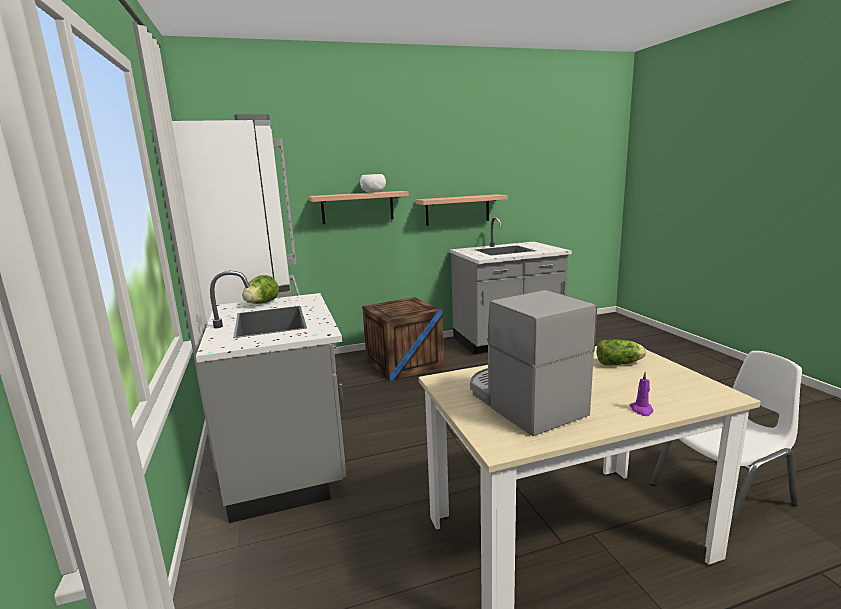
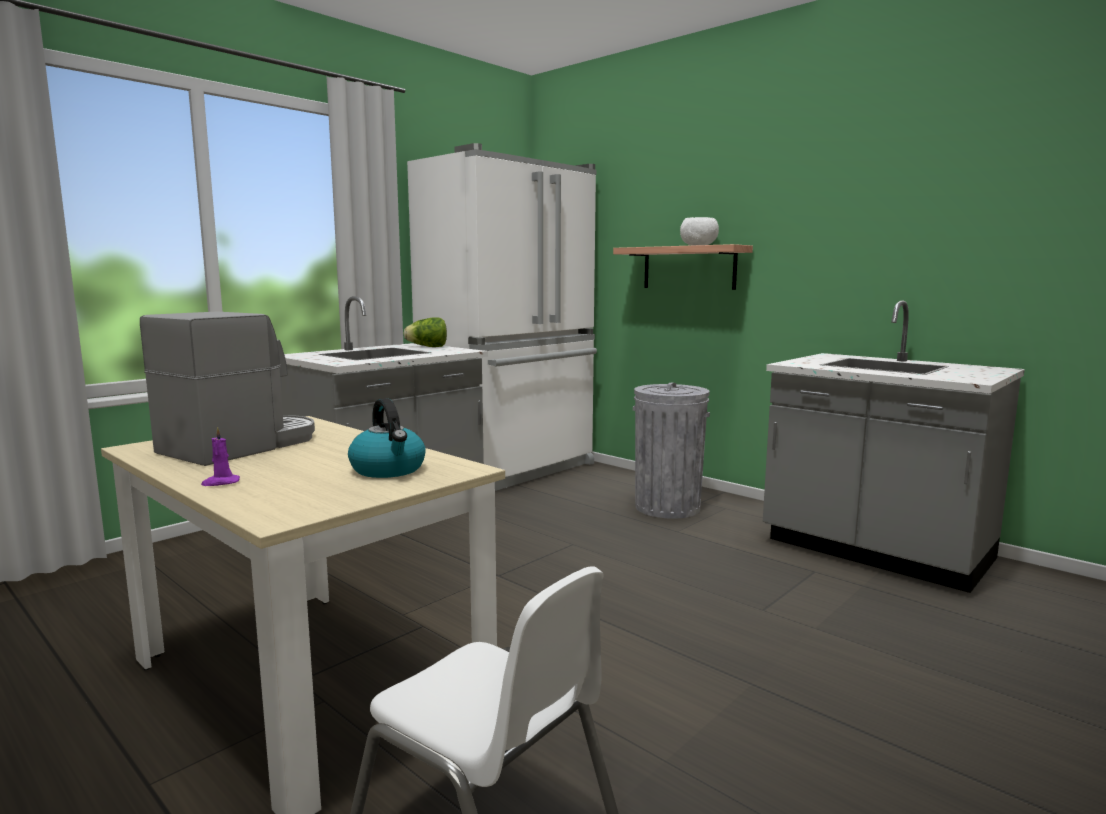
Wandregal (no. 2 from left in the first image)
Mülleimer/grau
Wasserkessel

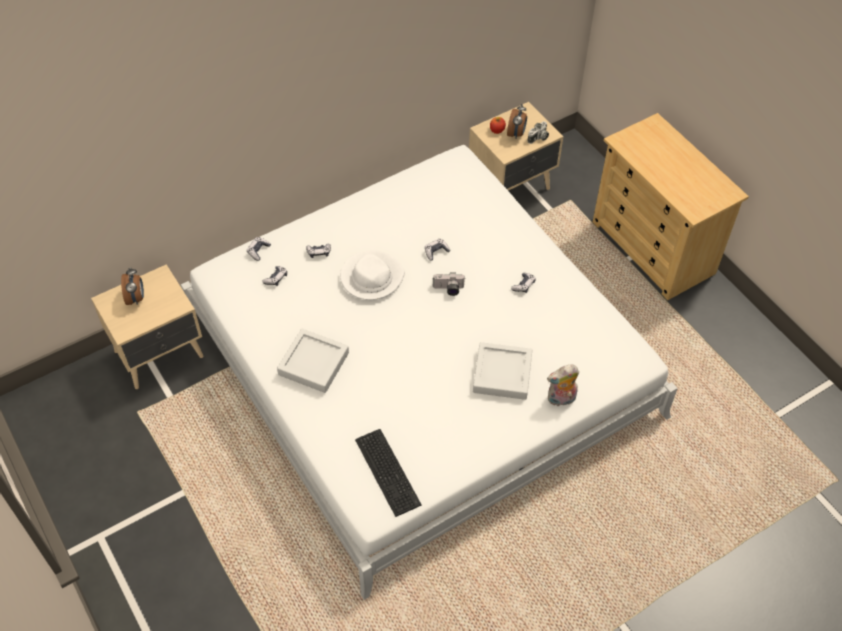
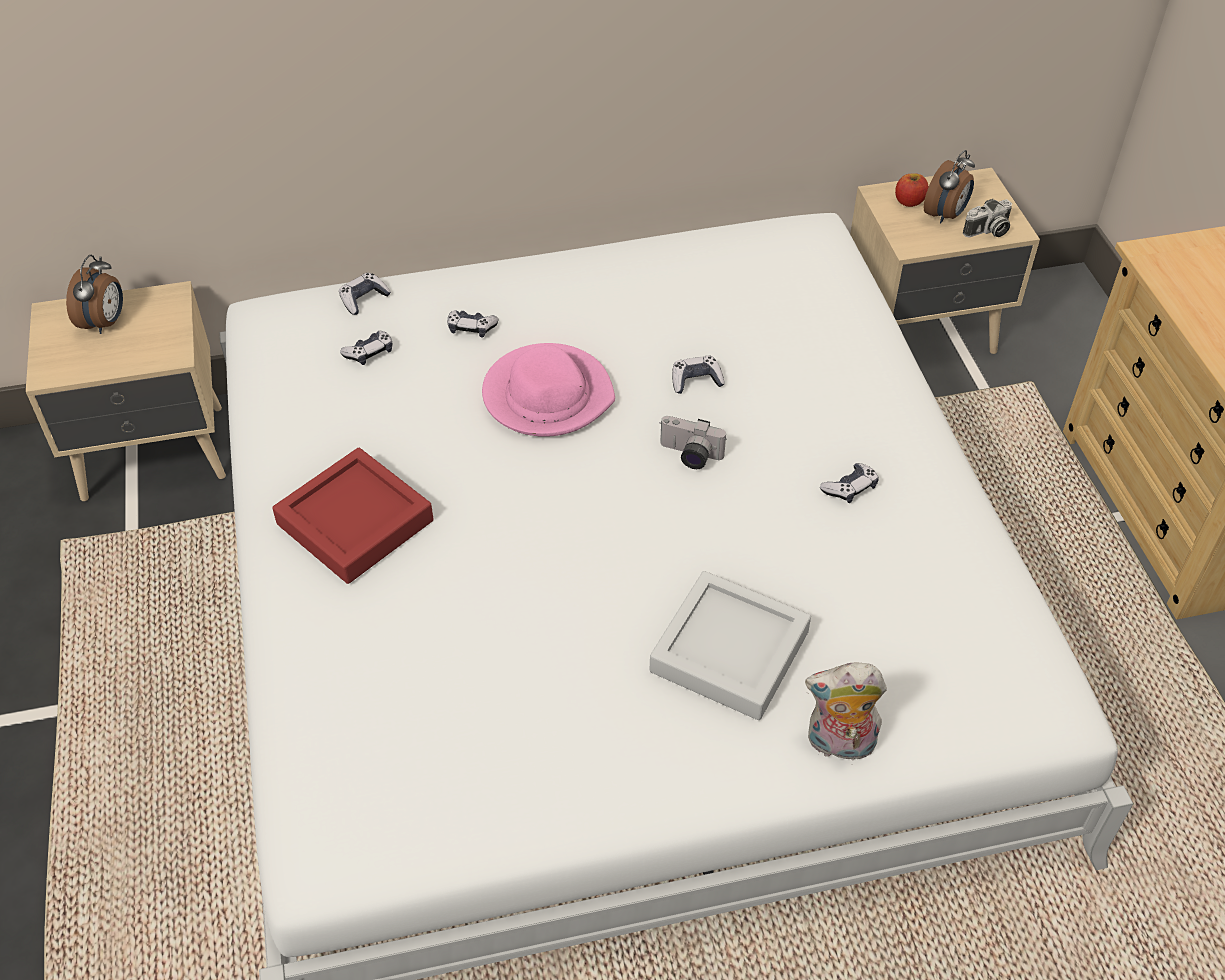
Tastatur
Tablett/rot
Hut/rosa

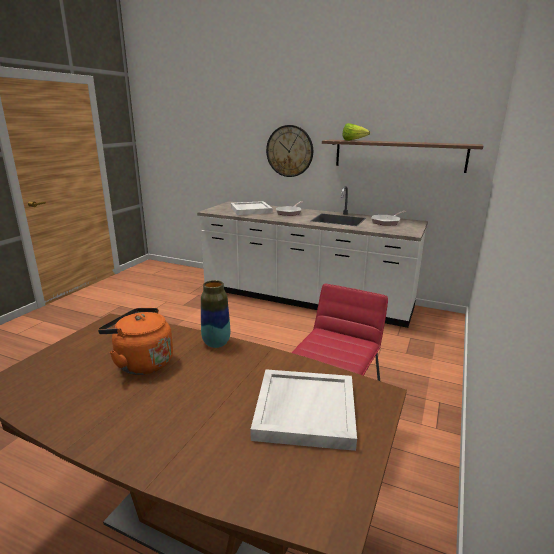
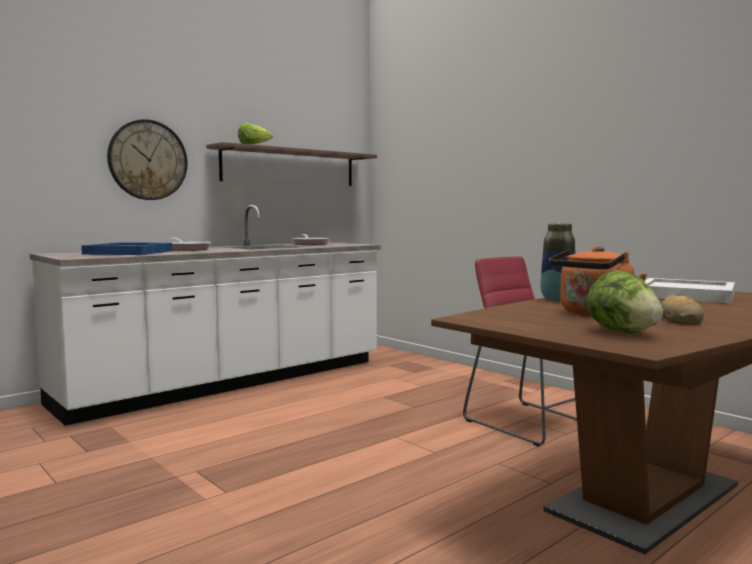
Salatkopf (no. 2 from left)
Brot
Tablett/blau

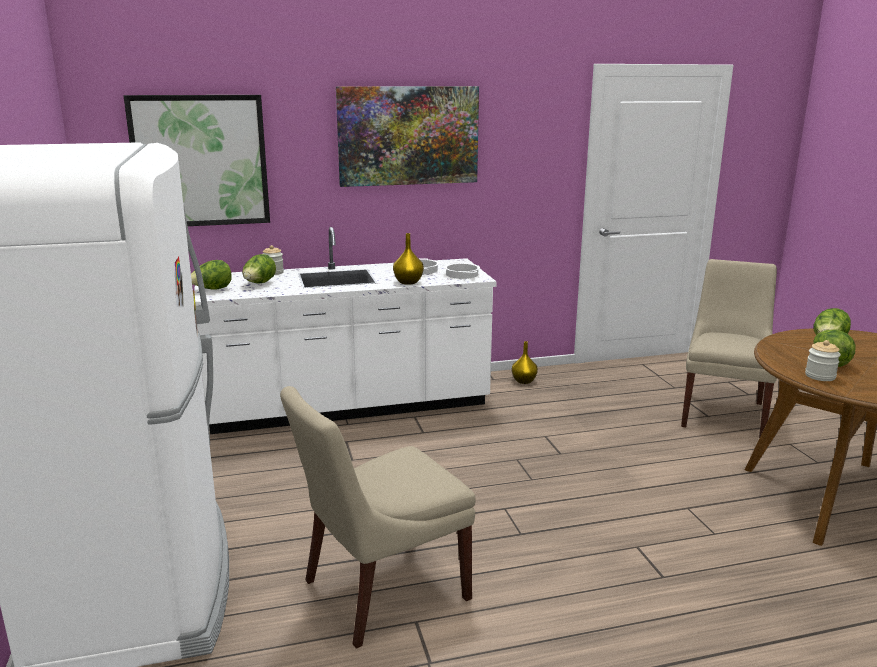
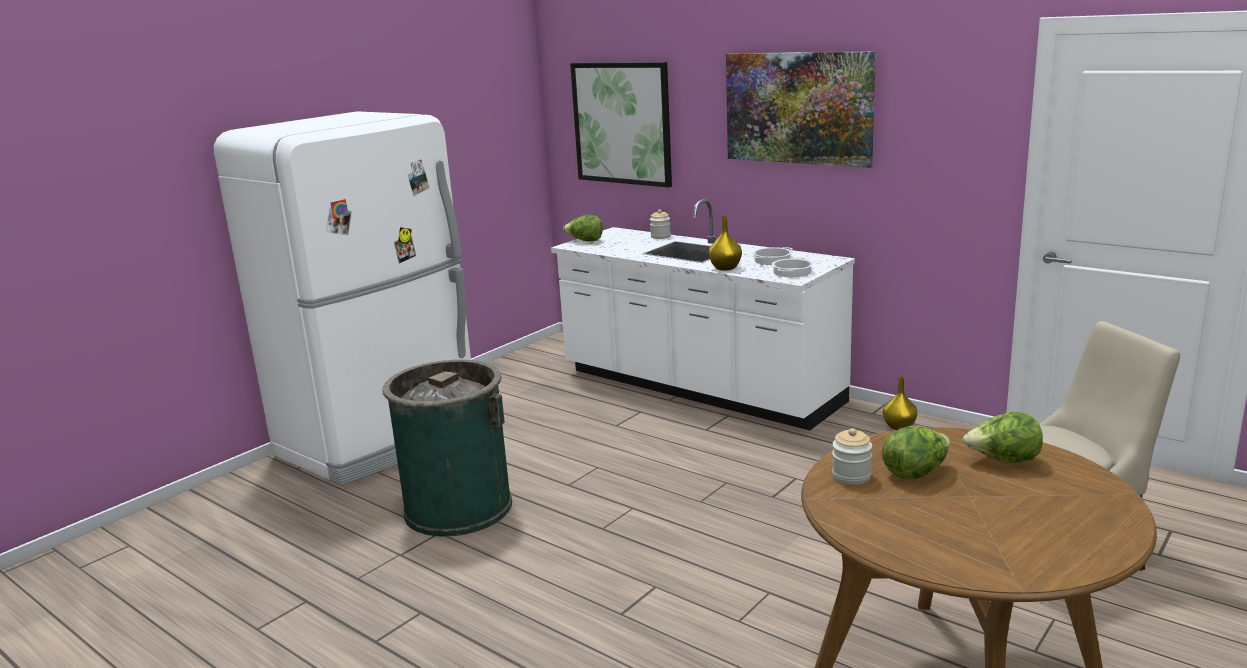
Salatkopf (no. 2 from left in the first image)
Mülleimer/grün

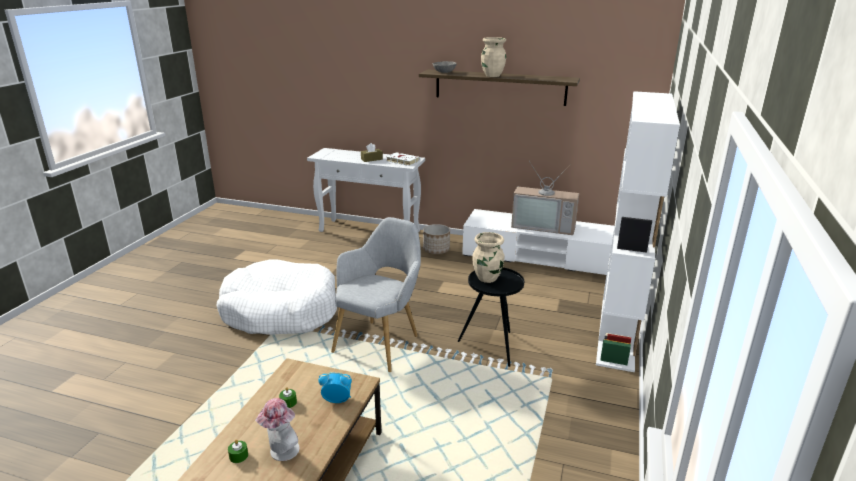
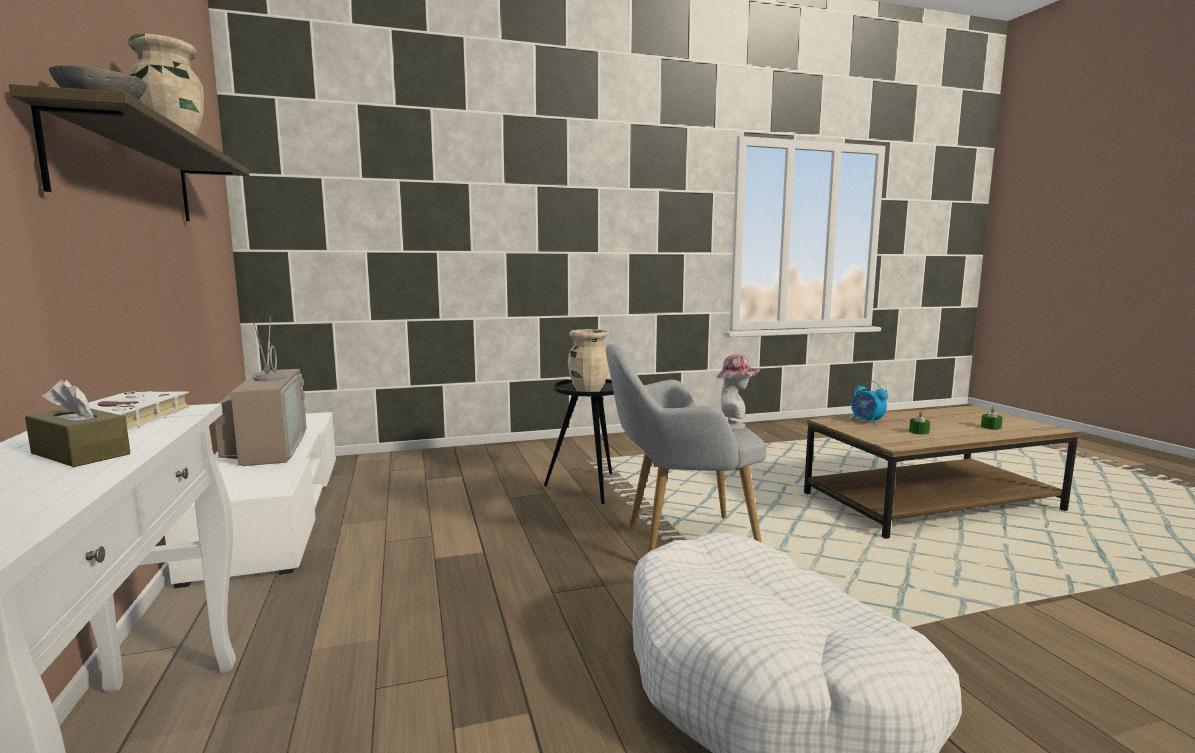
Pflanzkübel
Bücherregal/weiß
Hut

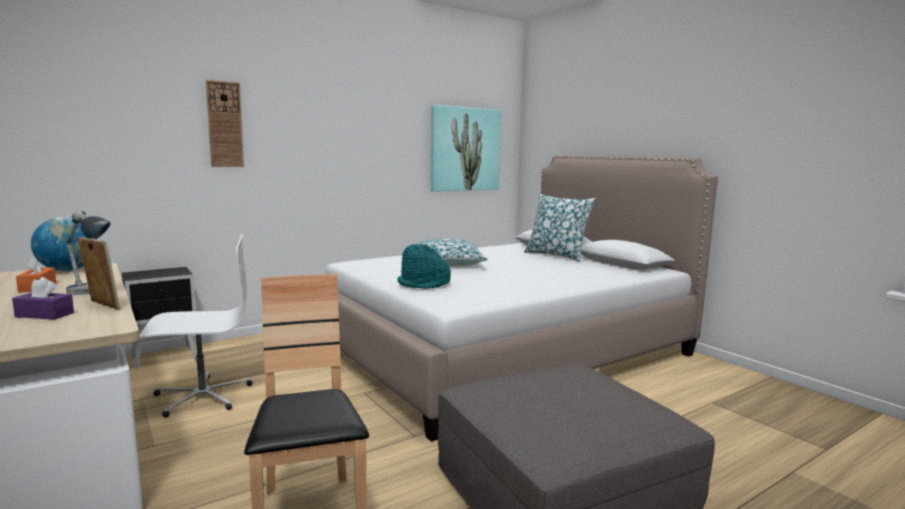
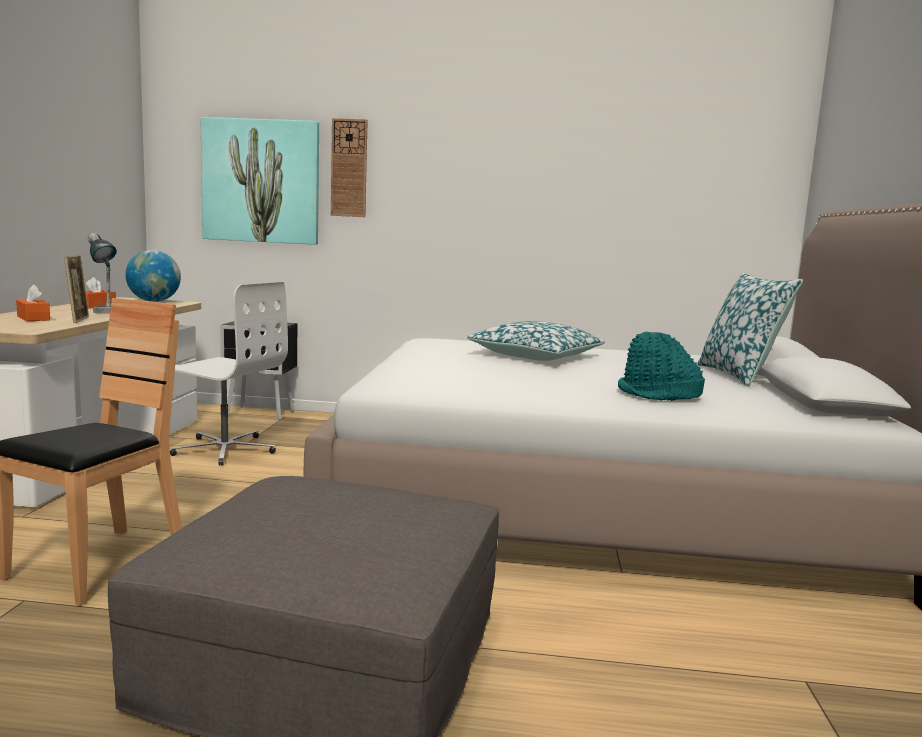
Hut/türkis
Bild
Taschentuchbox/orange (no. 1 from left)

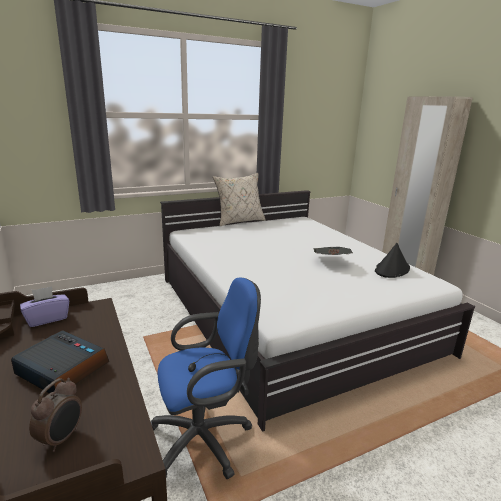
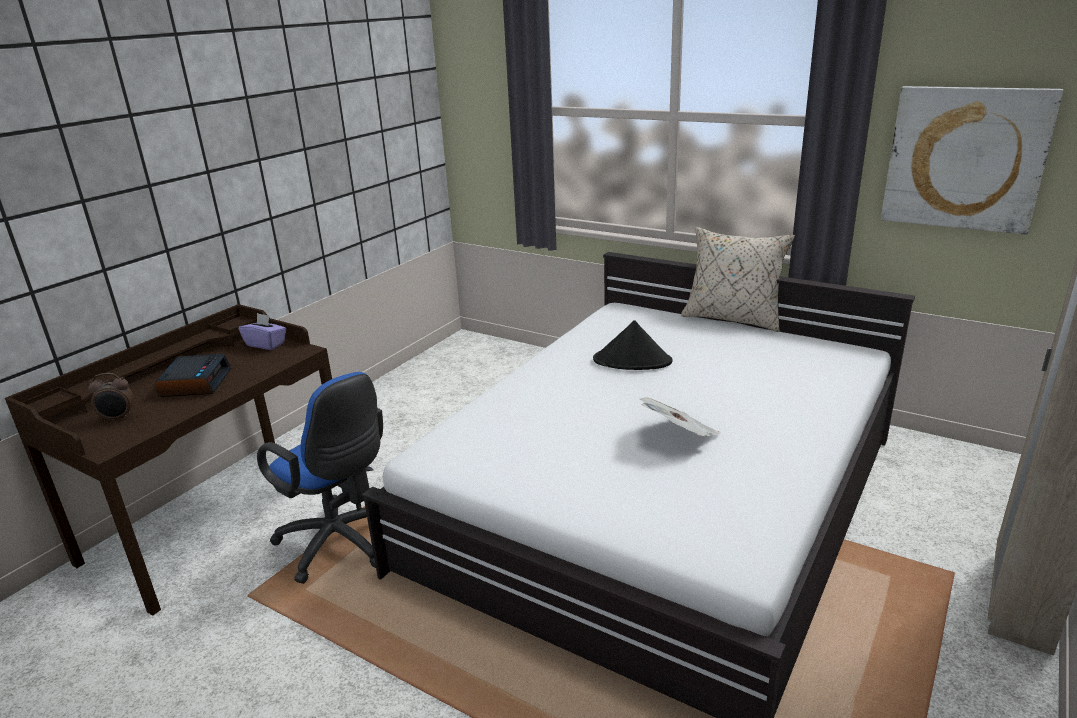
Bild
Hut/schwarz

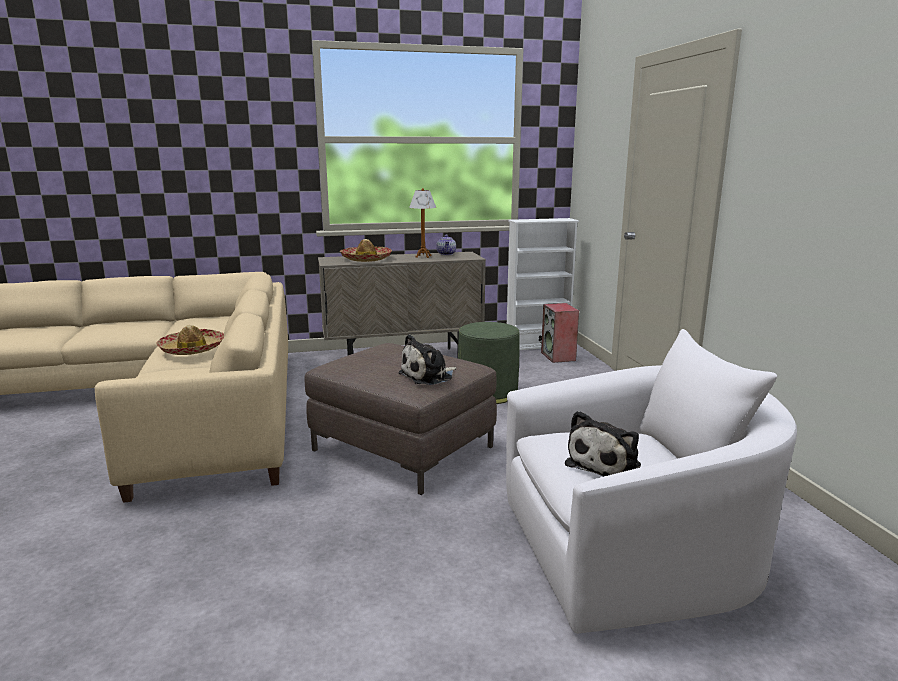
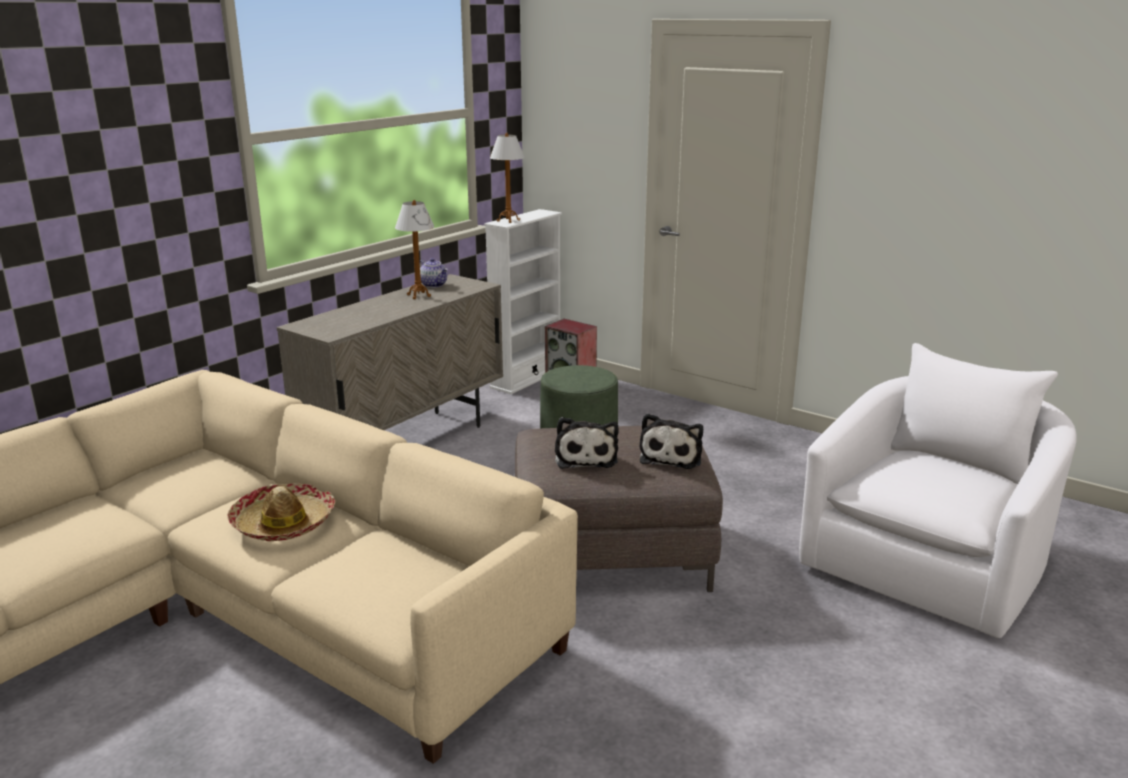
Hut (no. 2 from left in the first image)
Tischlampe (no. 2 from left)
Plüschtier (no. 1 from left)

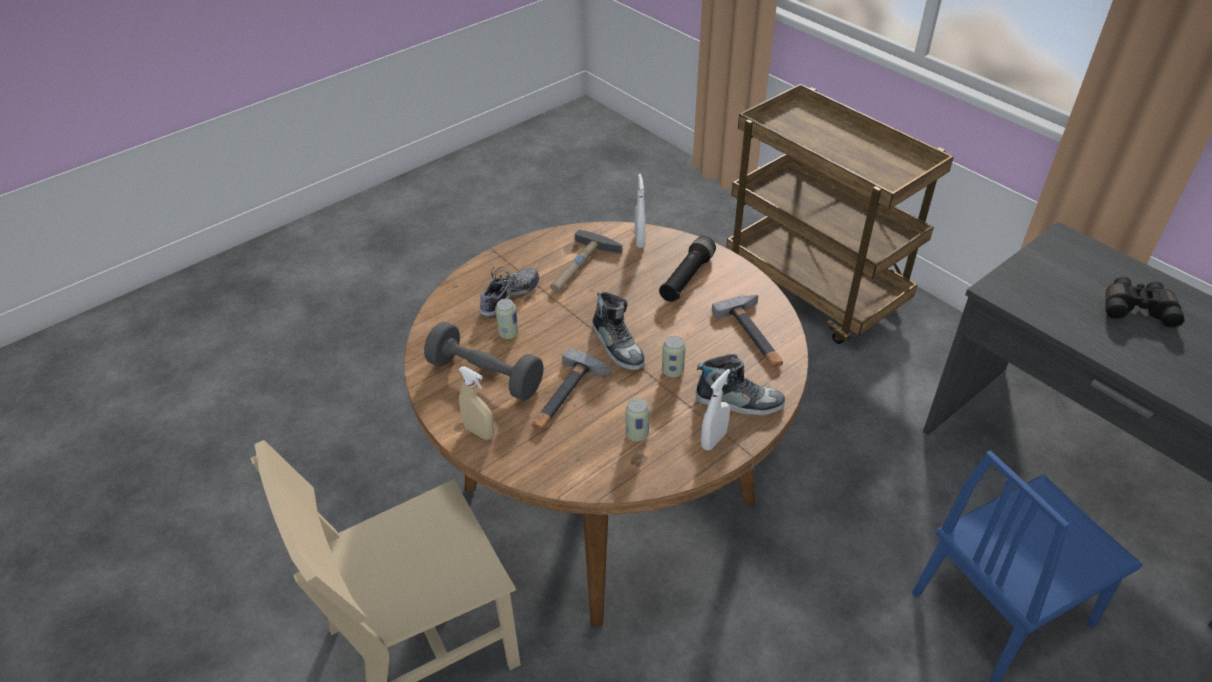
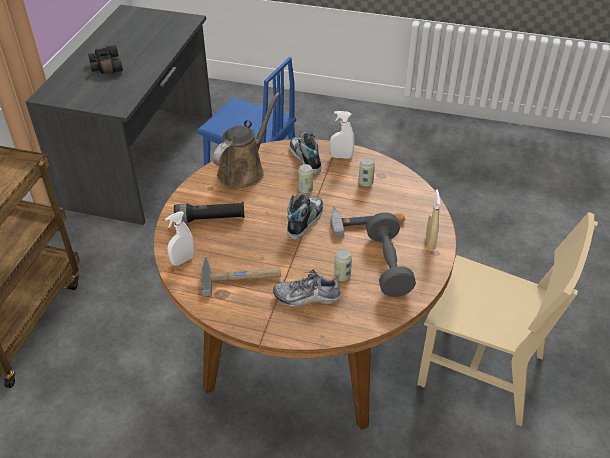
Gießkanne/braun

